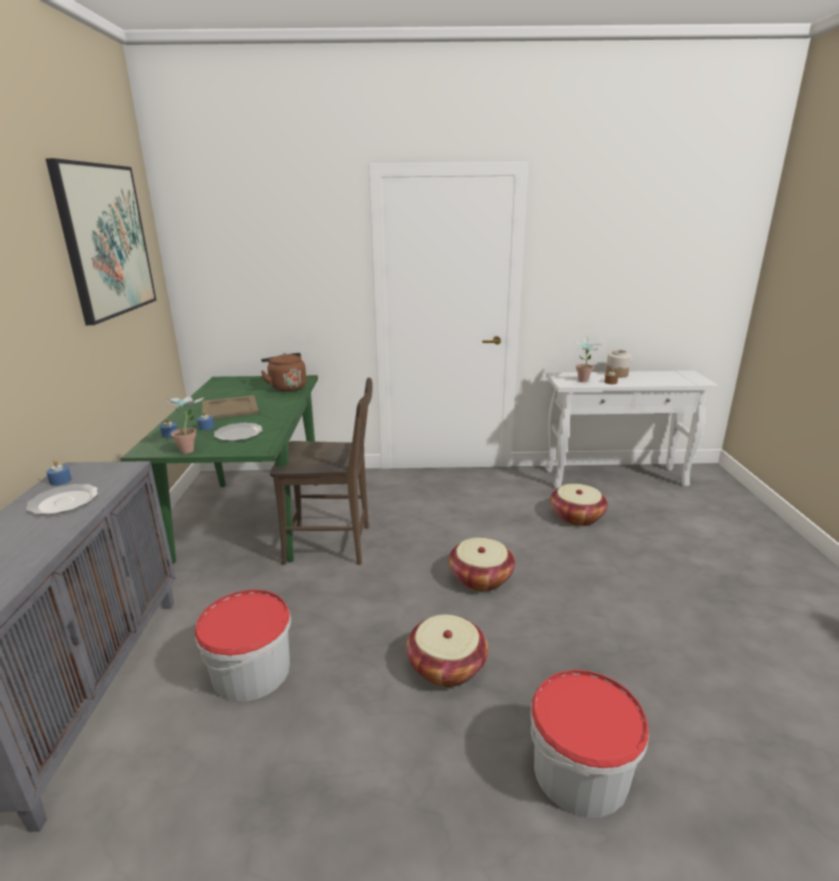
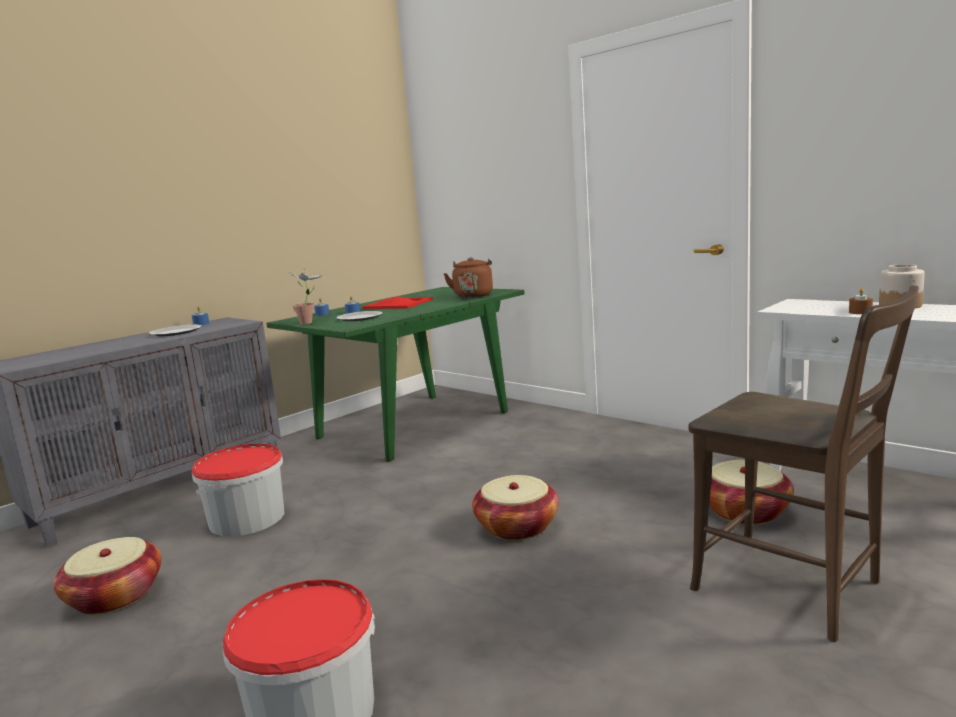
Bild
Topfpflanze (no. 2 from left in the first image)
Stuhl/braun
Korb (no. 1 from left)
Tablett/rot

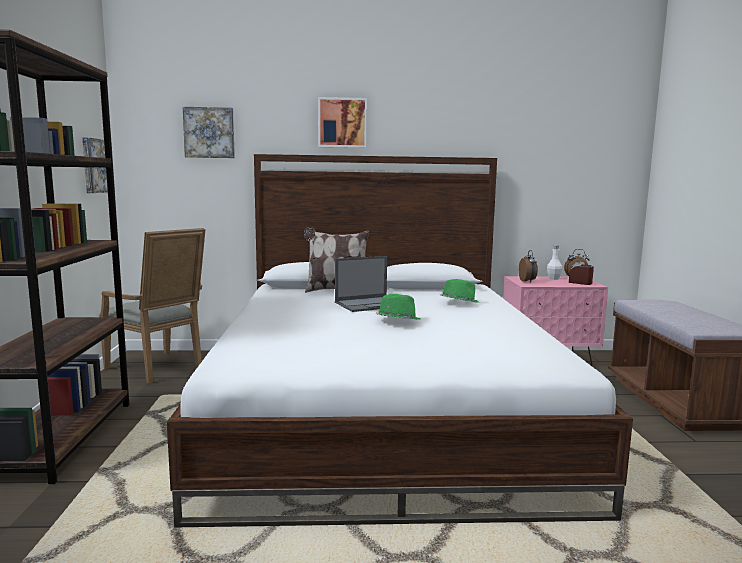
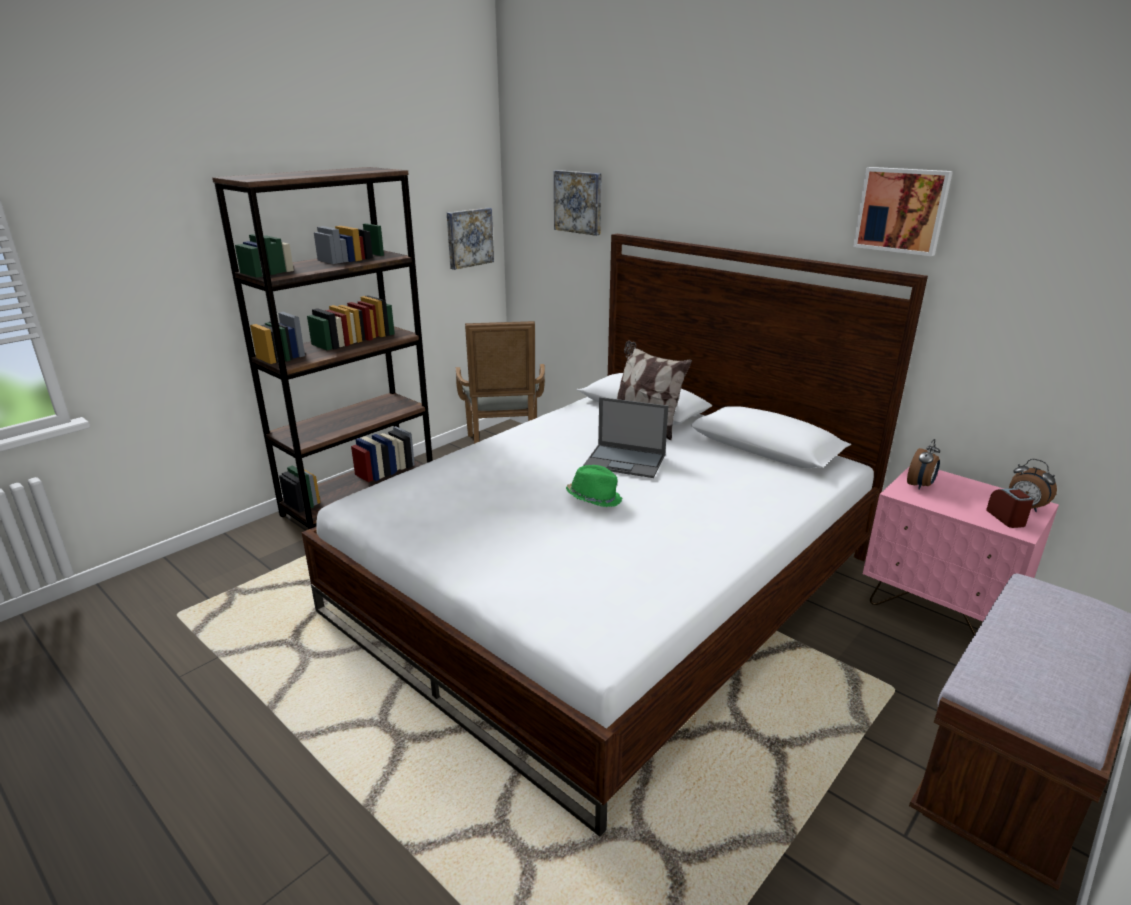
Hut/grün (no. 2 from left in the first image)
Flasche/weiß
Bild (no. 3 from left)

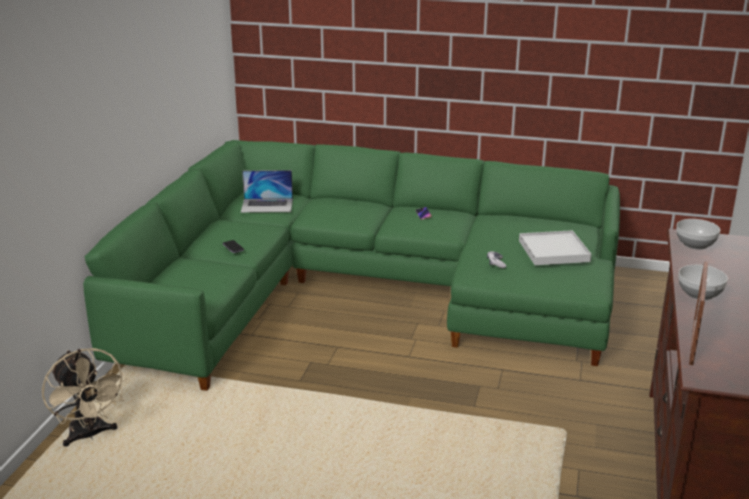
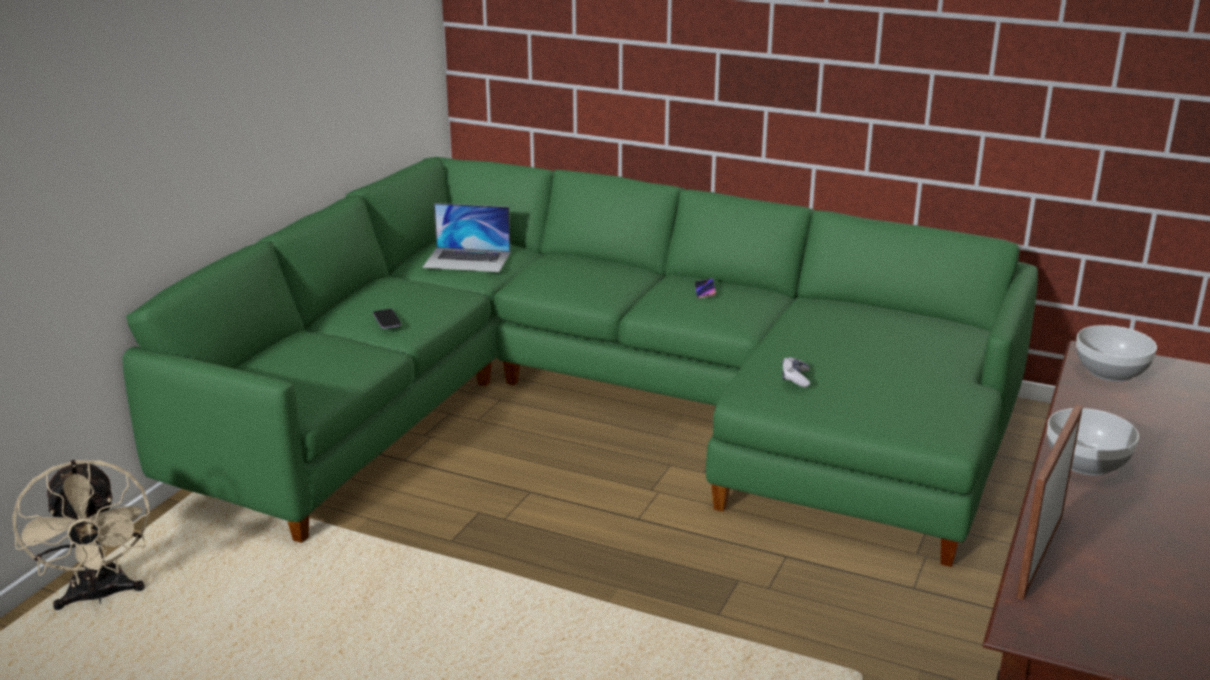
Tablett/weiß

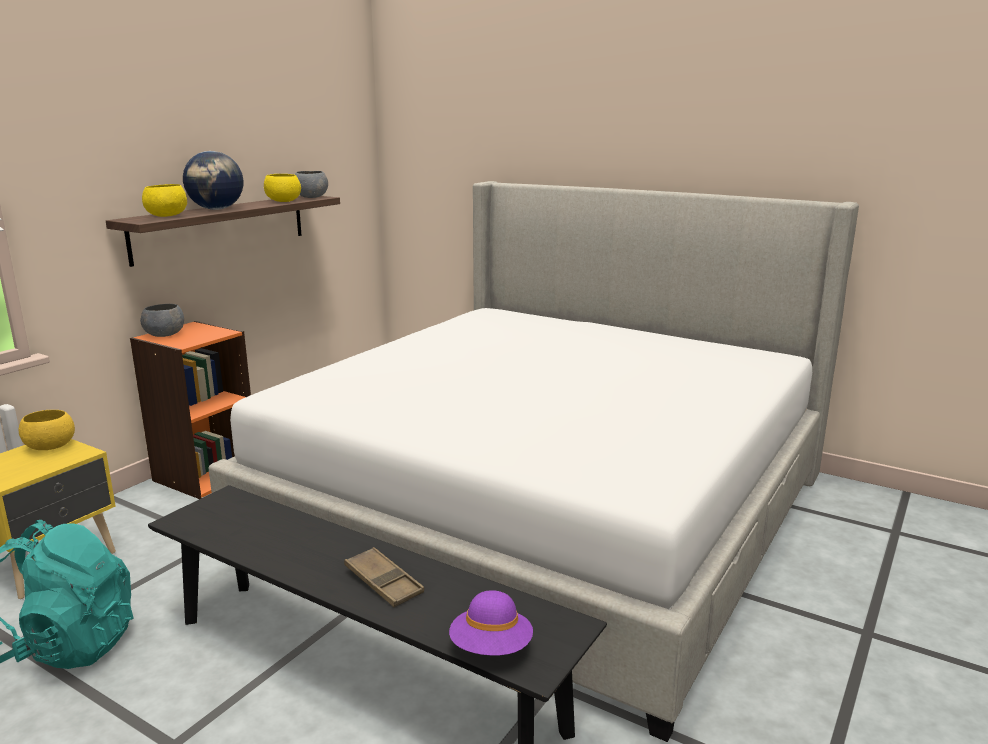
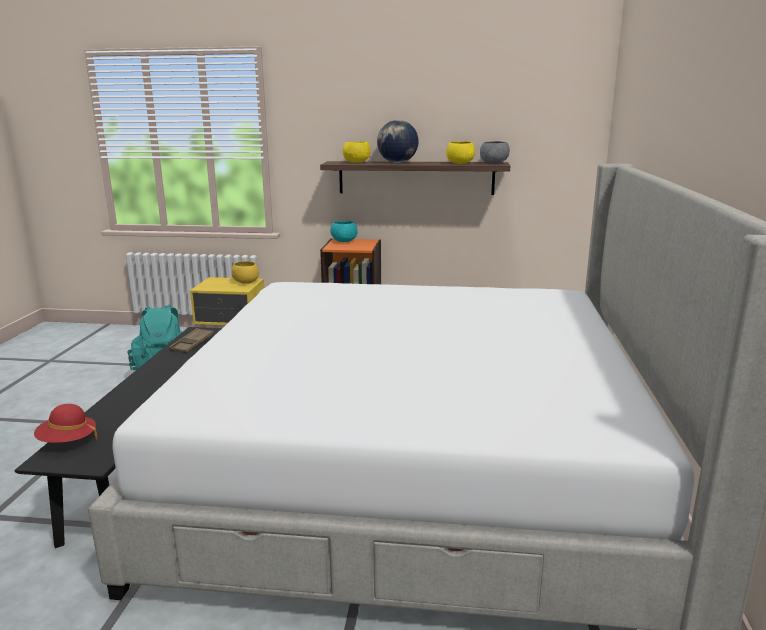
Tablett/braun
Schüssel/türkis
Hut/rot

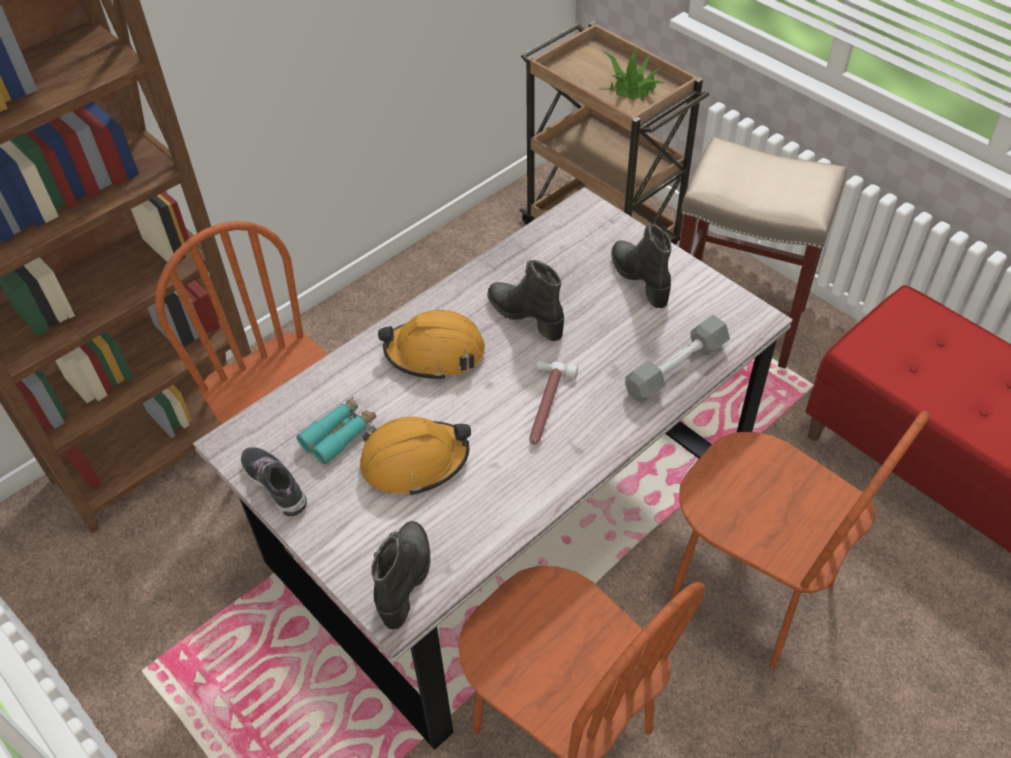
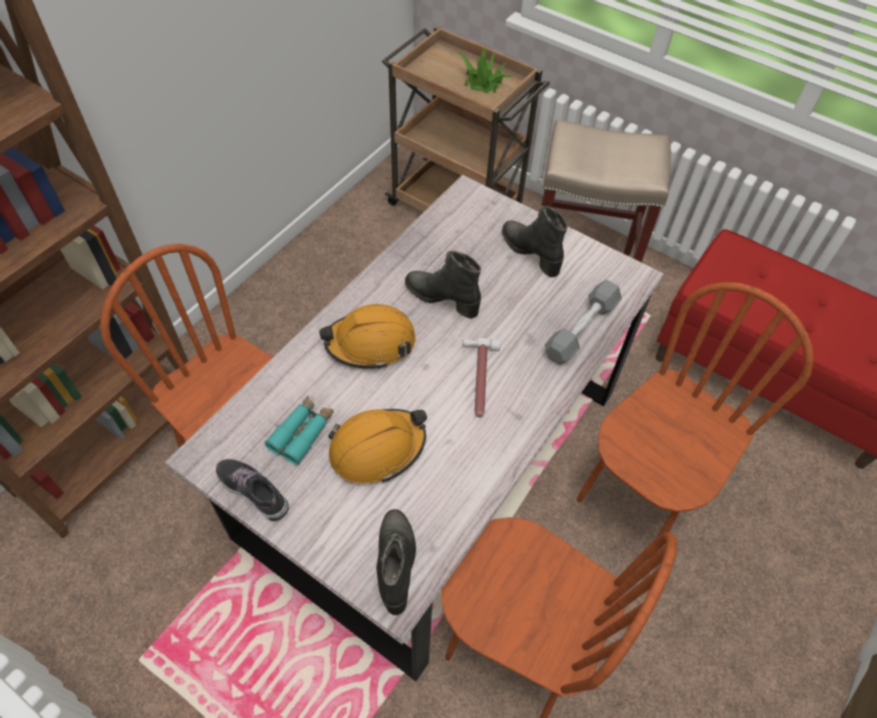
Stuhl/braun (no. 3 from left)

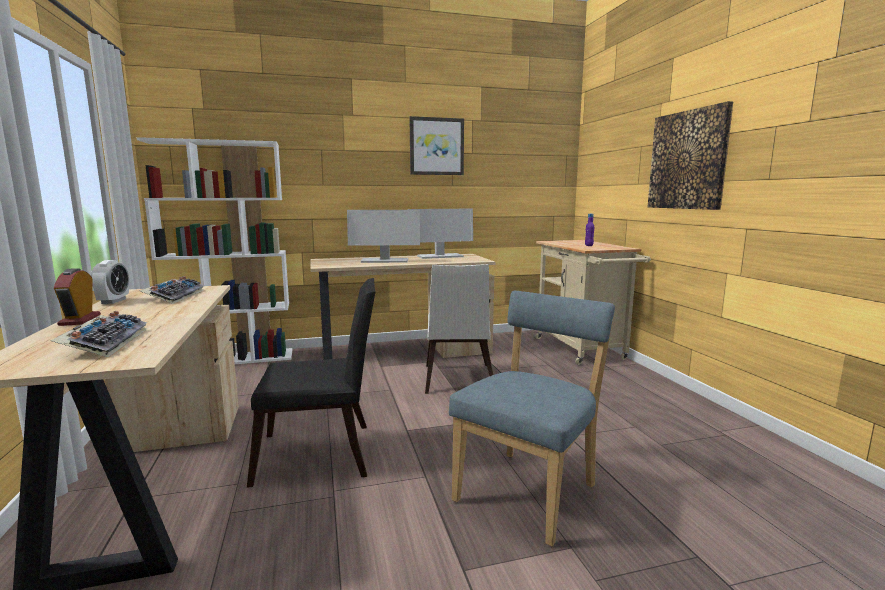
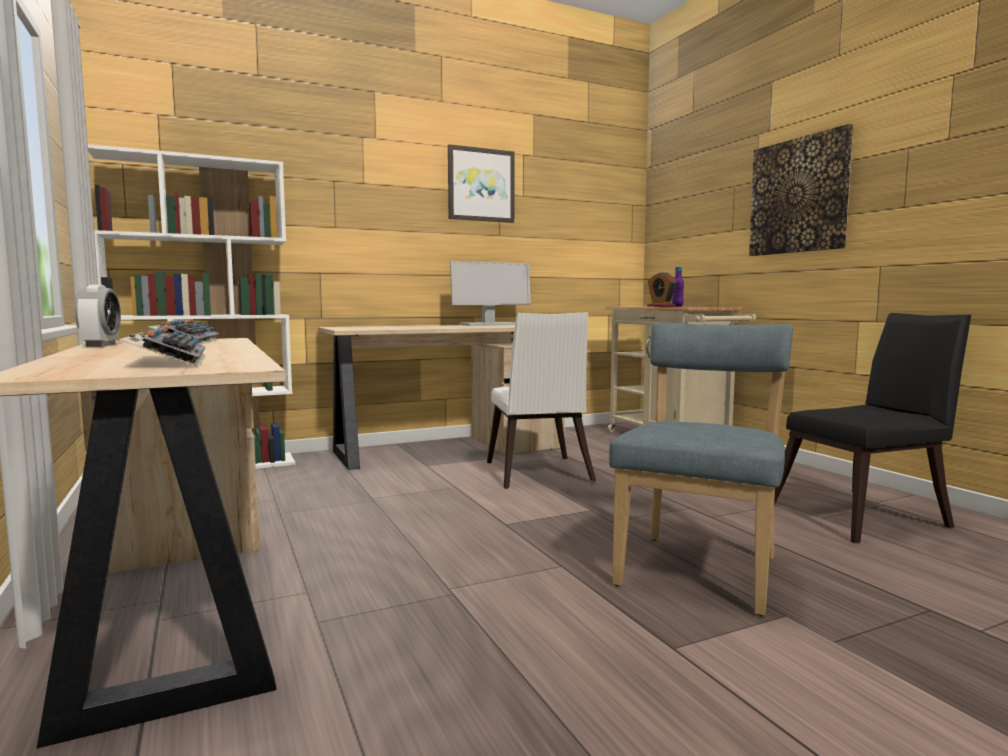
Monitor (no. 1 from left in the first image)
Wecker (no. 2 from left)
Stuhl/schwarz

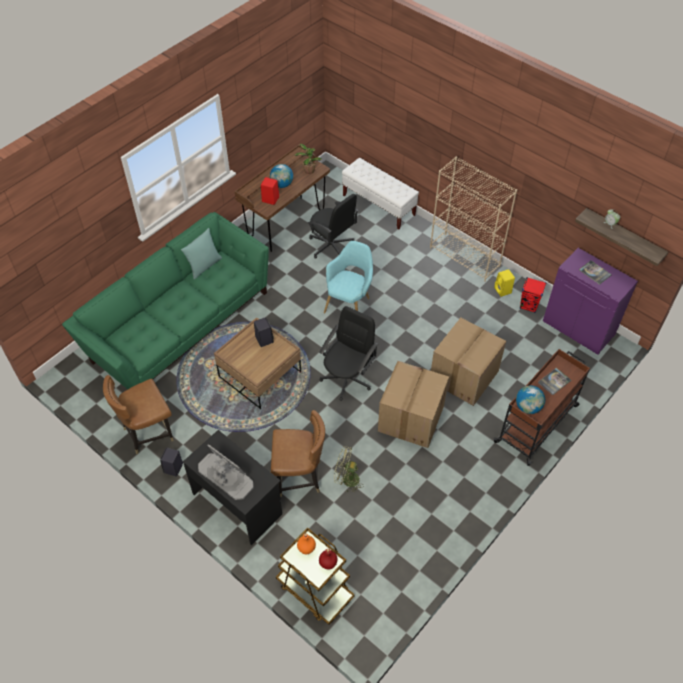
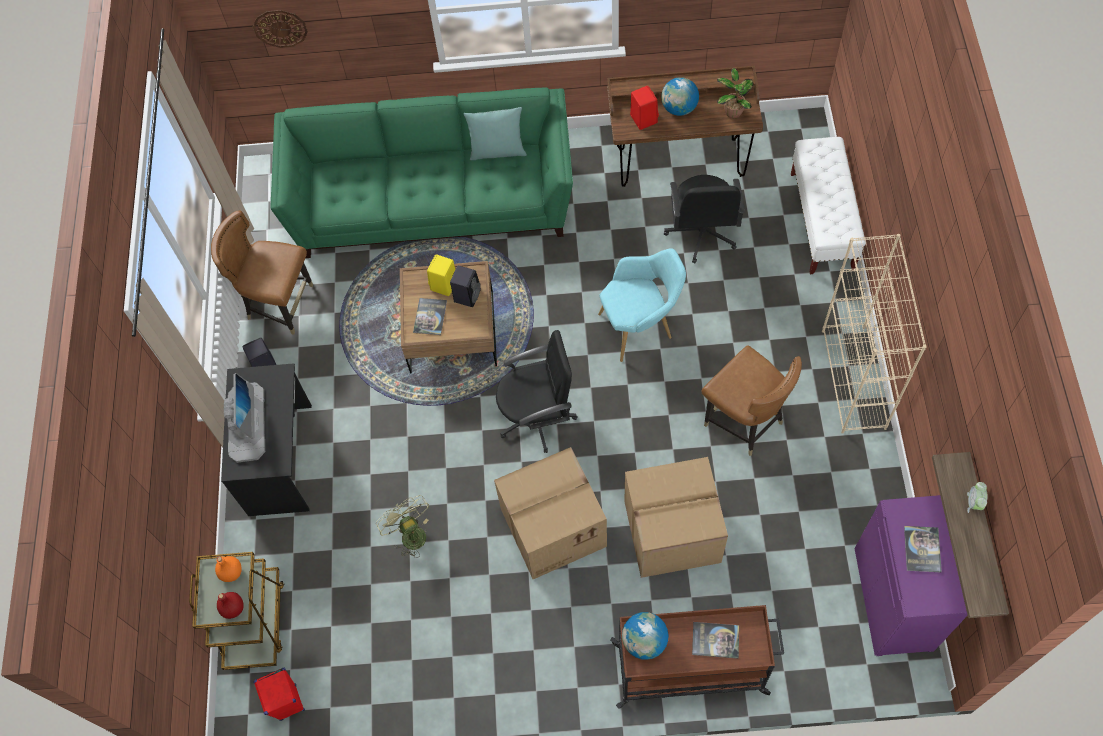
Wanduhr
Buch (no. 1 from left)
Stuhl/braun (no. 2 from left)
Lautsprecher/gelb
Lautsprecher/rot (no. 1 from left)

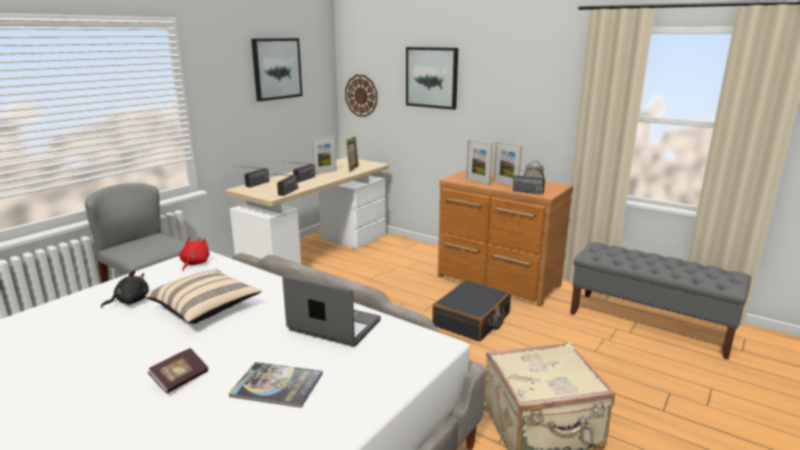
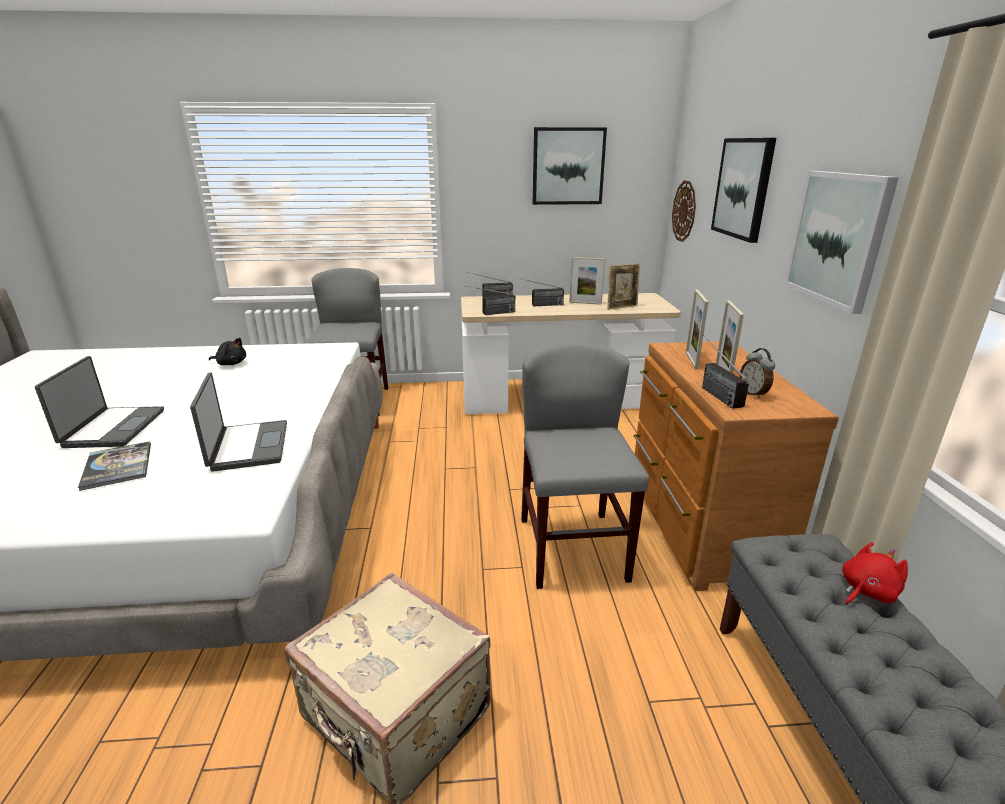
Kissen/beige
Bild (no. 3 from left)
Plüschtier/rot
Laptop (no. 1 from left)
Stuhl/grau (no. 2 from left)

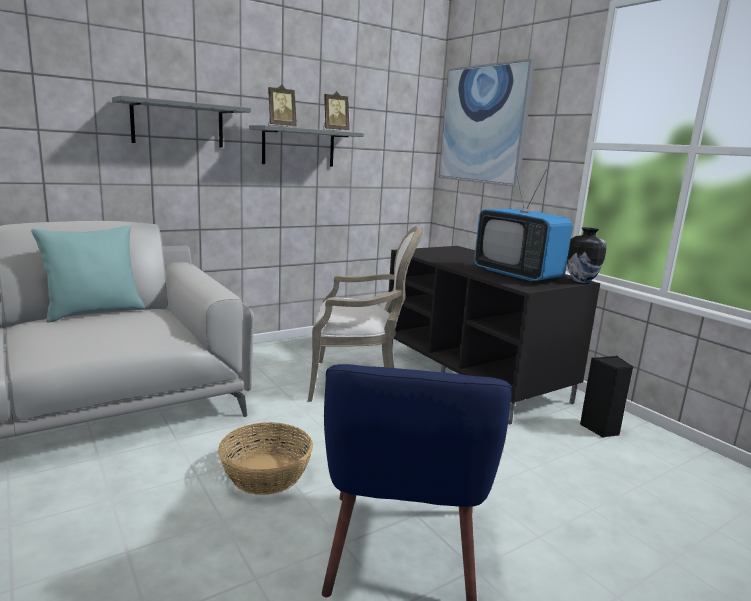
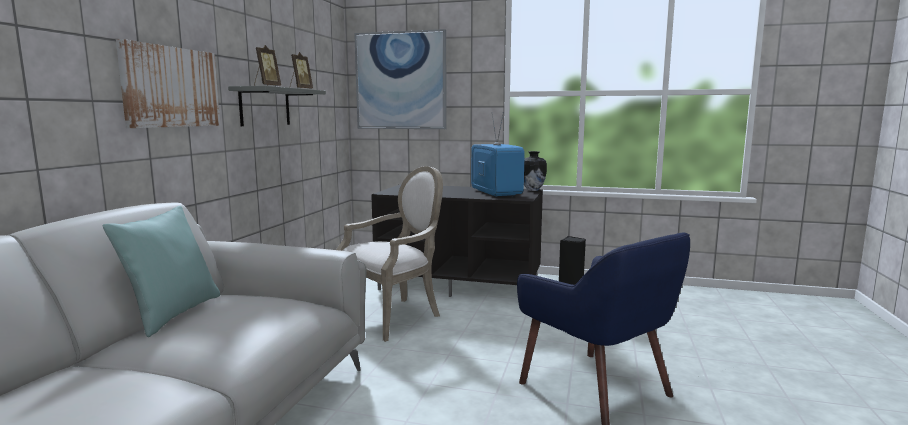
Korb
Bild (no. 1 from left)
Fernseher

